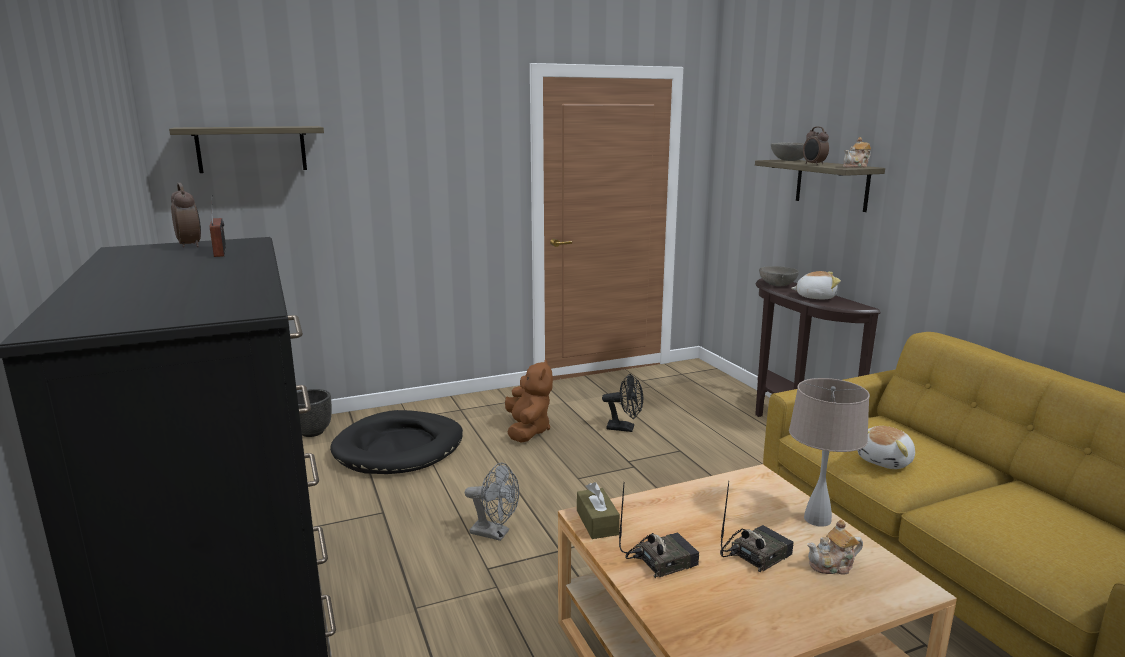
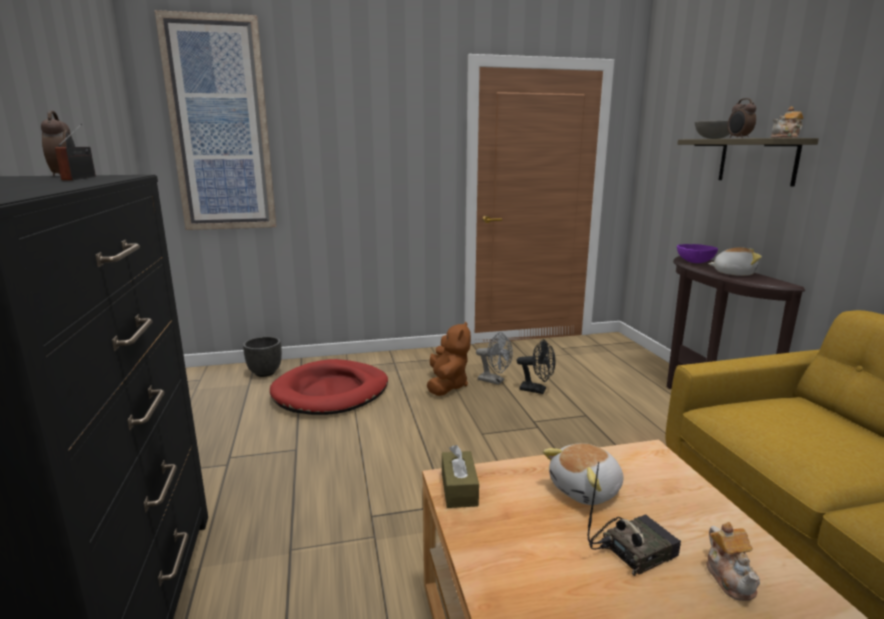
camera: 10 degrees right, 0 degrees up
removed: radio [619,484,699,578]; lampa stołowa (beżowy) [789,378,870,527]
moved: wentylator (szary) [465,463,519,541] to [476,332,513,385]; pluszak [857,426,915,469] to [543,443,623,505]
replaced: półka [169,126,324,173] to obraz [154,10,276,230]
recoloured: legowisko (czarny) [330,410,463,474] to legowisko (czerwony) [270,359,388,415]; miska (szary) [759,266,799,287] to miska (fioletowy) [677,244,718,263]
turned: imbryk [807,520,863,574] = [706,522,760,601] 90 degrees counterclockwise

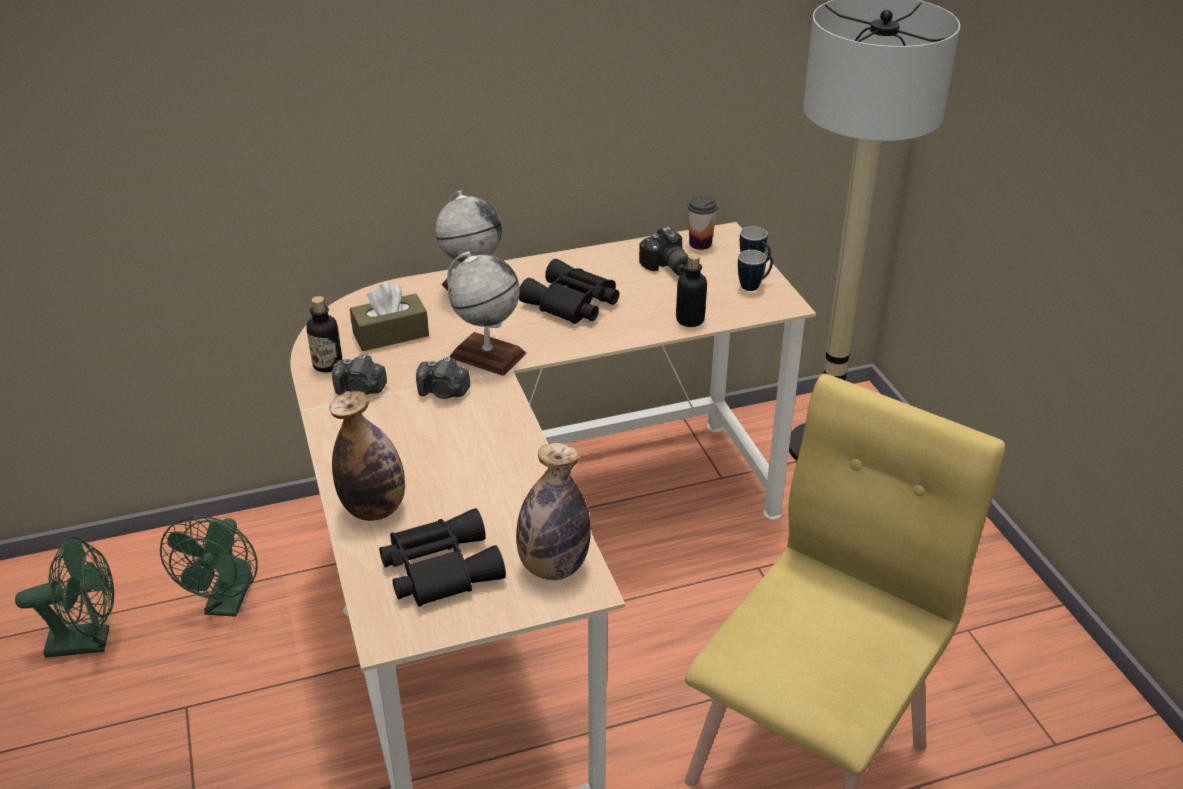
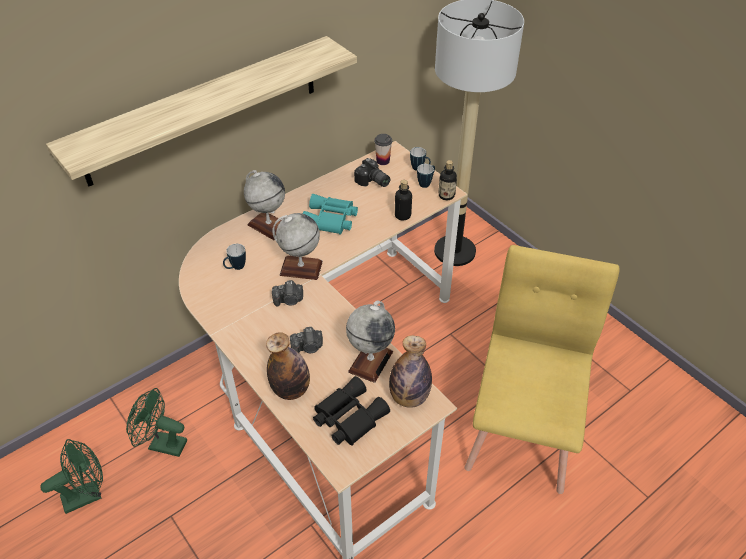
camera: 20 degrees left, 10 degrees up
added: półka [46,36,357,186]; globus [346,301,395,383]
moved: aparat fotograficzny [332,354,387,395] to [290,327,323,353]; butelka [306,296,343,373] to [438,160,457,200]
replaced: pudełko chusteczek (brązowy) [350,282,429,351] to kubek [223,244,246,270]
recoloured: lornetka (czarny) [519,259,619,324] to lornetka (turkusowy) [302,194,358,235]
turned: wentylator (zielony) [160,516,258,617] = [126,388,187,457] 120 degrees clockwise

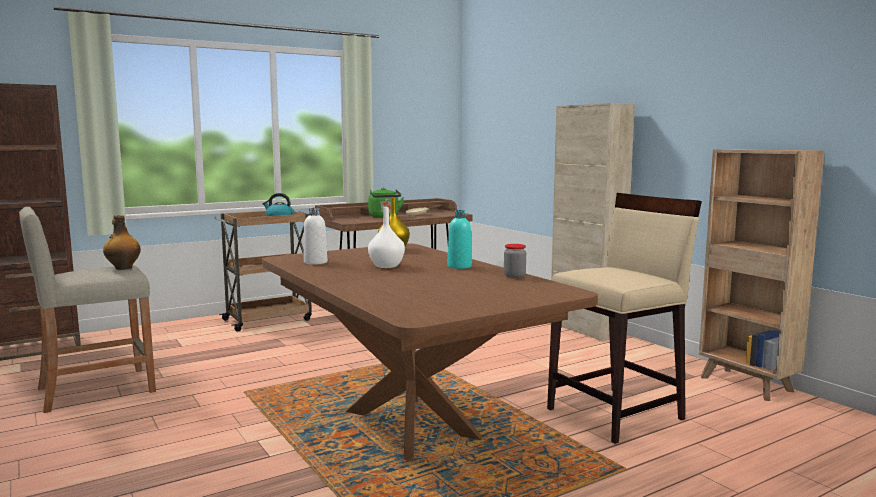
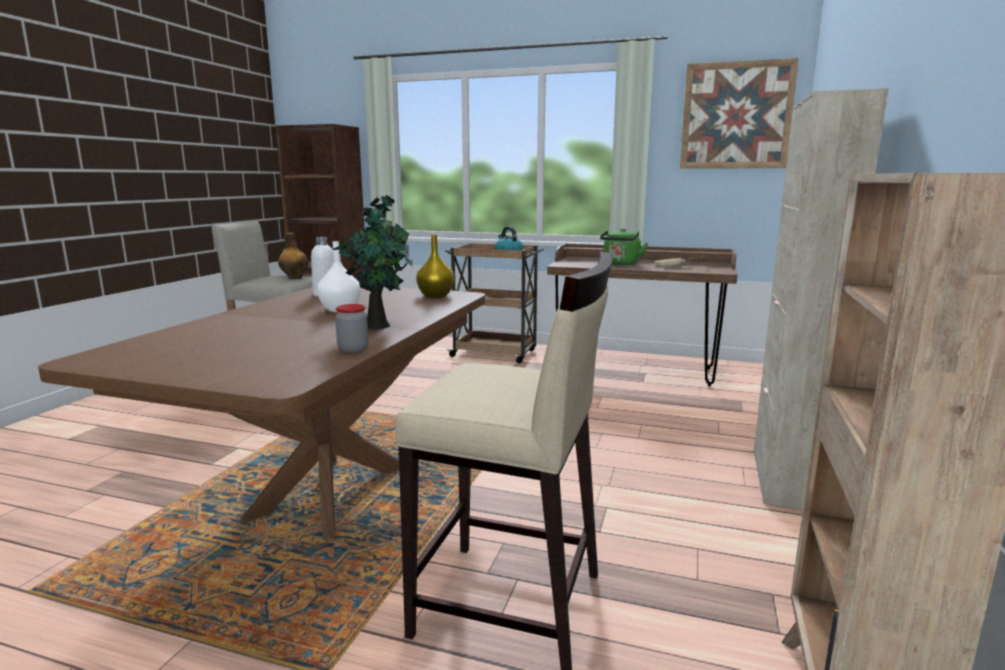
camera: 50 degrees right, 5 degrees up
added: obraz [680,58,799,169]
replaced: butelka (turkusowy) [448,210,472,269] to roślina doniczkowa [332,195,414,329]

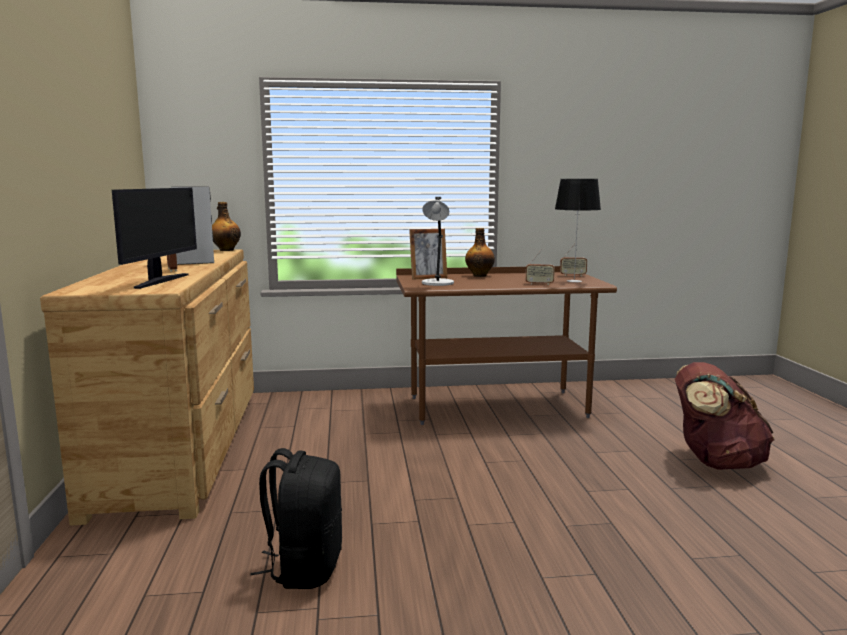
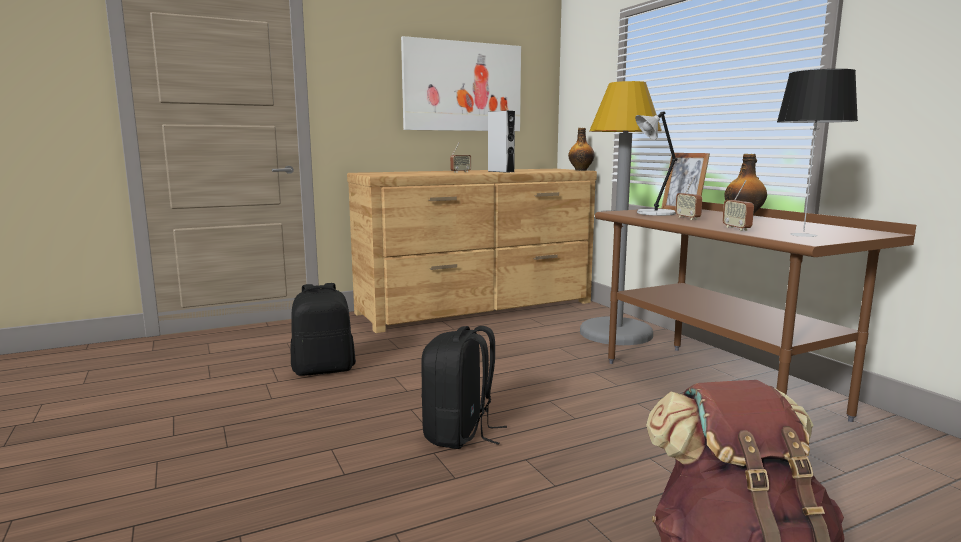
camera: 70 degrees right, 0 degrees up
removed: monitor [112,188,197,289]
added: obraz [401,36,521,131]; plecak (czarny) [421,326,507,449]; lampa stojąca (szary) [580,81,662,345]
moved: radio [560,244,587,276] to [675,176,702,220]

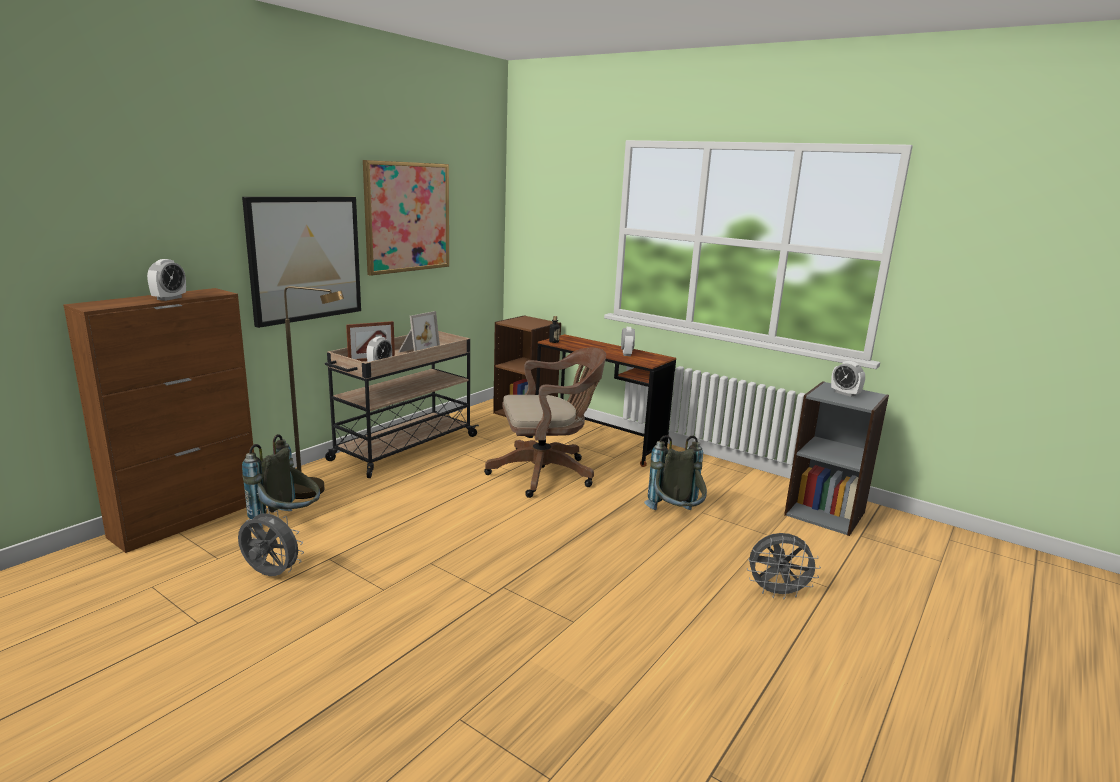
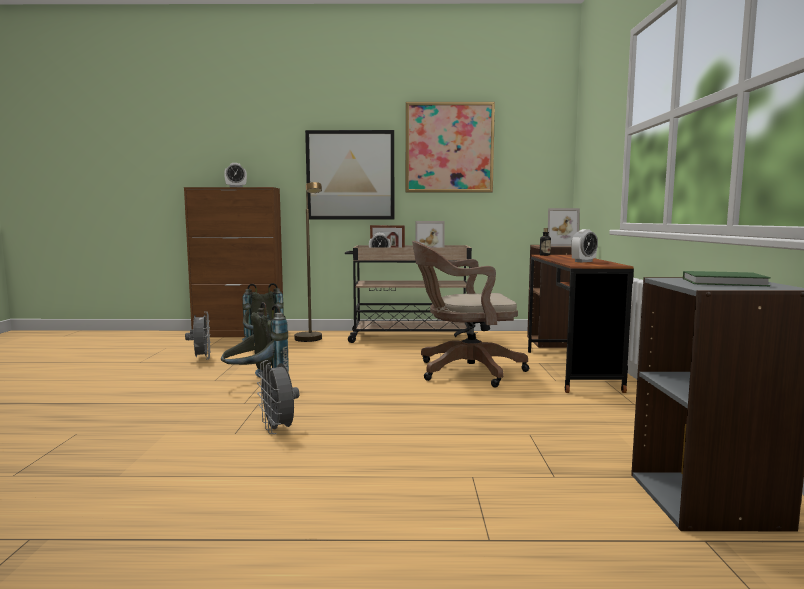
camera: 55 degrees right, 10 degrees down
added: ramka na zdjęcie [548,208,580,247]
moved: plecak (szary) [644,435,707,510] to [221,302,289,378]; wentylator (szary) [747,533,821,600] to [257,360,299,434]
replaced: budzik [831,361,865,397] to książka (zielony) [683,271,771,286]
turned: krzesło biurowe (brązowy) [484,348,606,498] = [412,241,529,388] 135 degrees clockwise

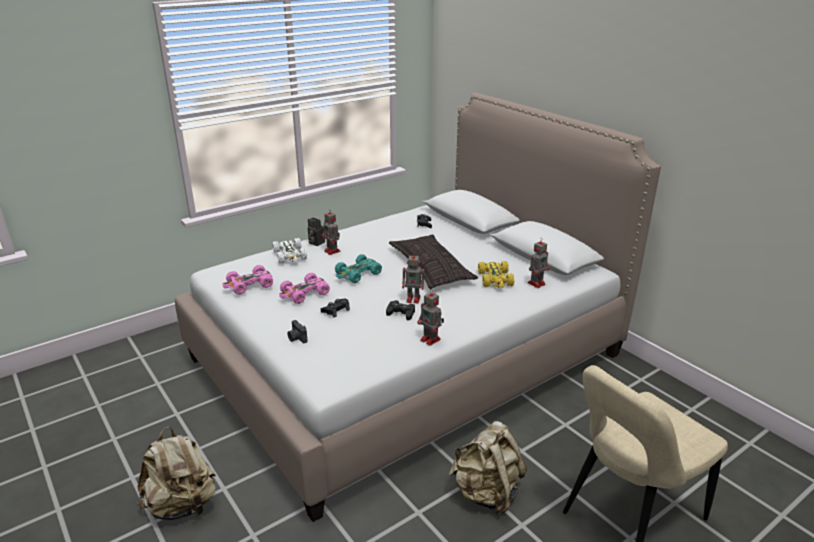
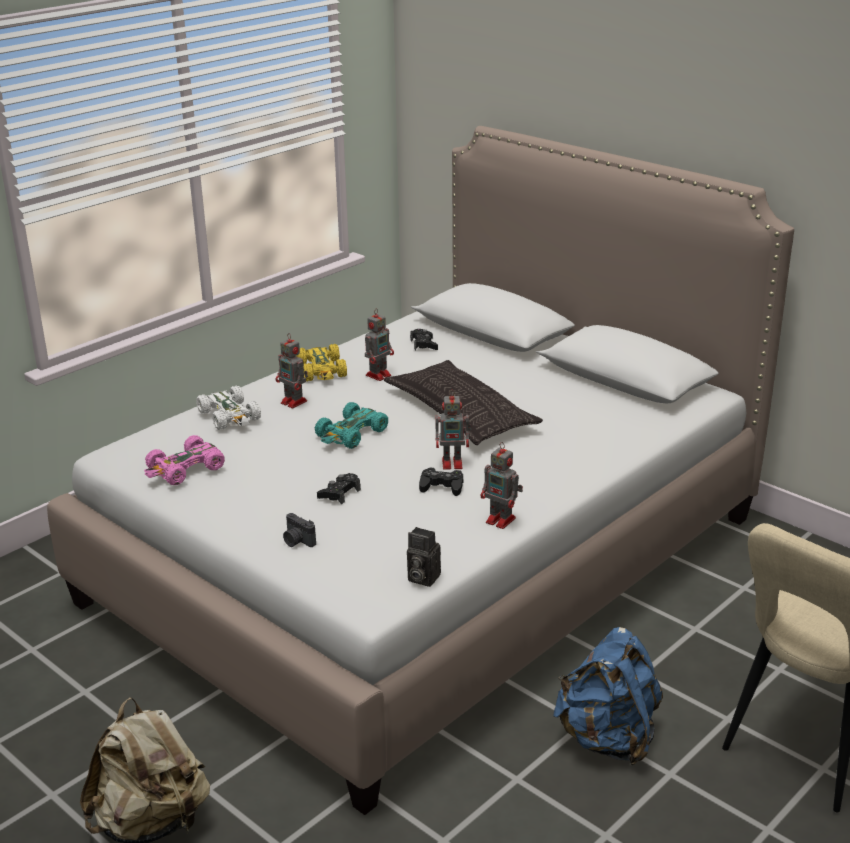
camera: 10 degrees left, 0 degrees up
removed: samochodzik (różowy) [279,273,330,304]
moved: samochodzik (żółty) [478,261,514,288] to [296,344,347,382]; robot zabawkowy [528,239,550,288] to [365,309,394,381]; aparat fotograficzny [308,218,325,246] to [407,527,441,587]
recoloured: plecak (beżowy) [449,421,527,515] to plecak (niebieski) [553,627,663,765]

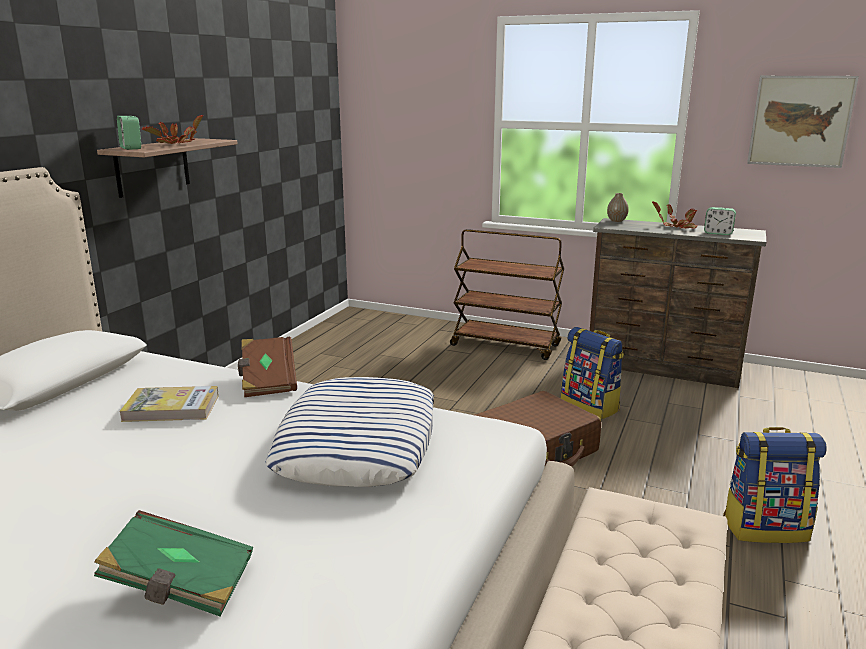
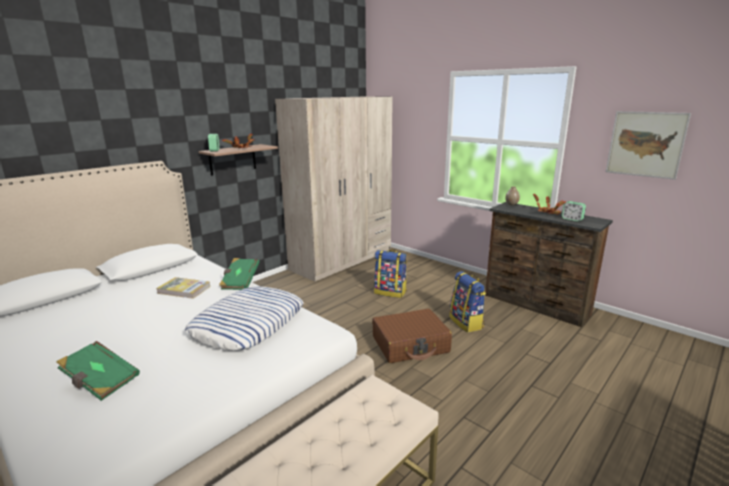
camera: 20 degrees right, 0 degrees up
removed: wózek (brązowy) [450,229,564,360]
added: szafa (beżowy) [275,96,393,282]
moved: plecak [723,427,827,543] to [374,250,407,298]
recoloured: książka (brązowy) [238,337,297,397] to książka (zielony) [219,258,260,290]

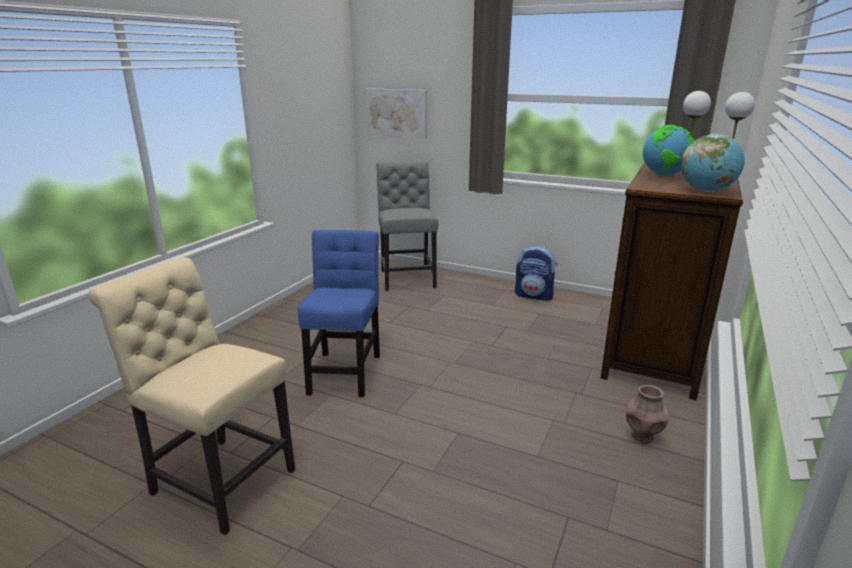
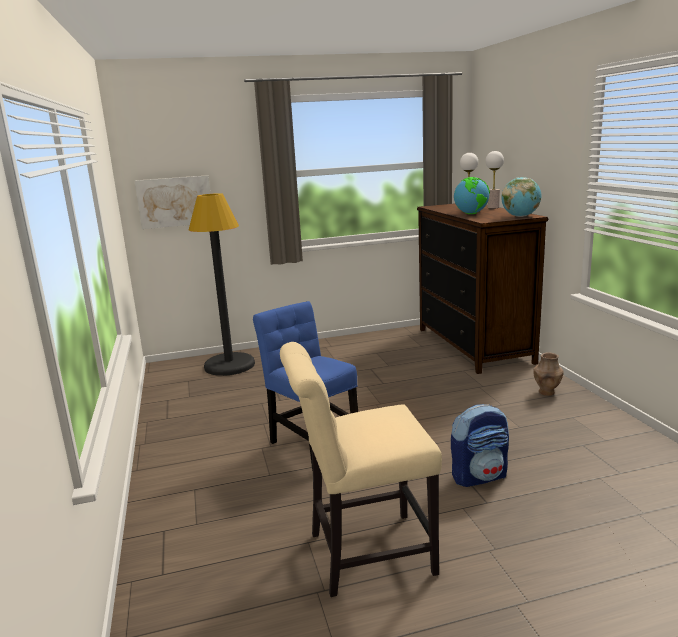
camera: 40 degrees left, 5 degrees down
moved: plecak [515,246,558,301] to [451,404,509,487]
replaced: krzesło (szary) [376,160,438,291] to lampa stojąca (czarny) [189,193,255,376]

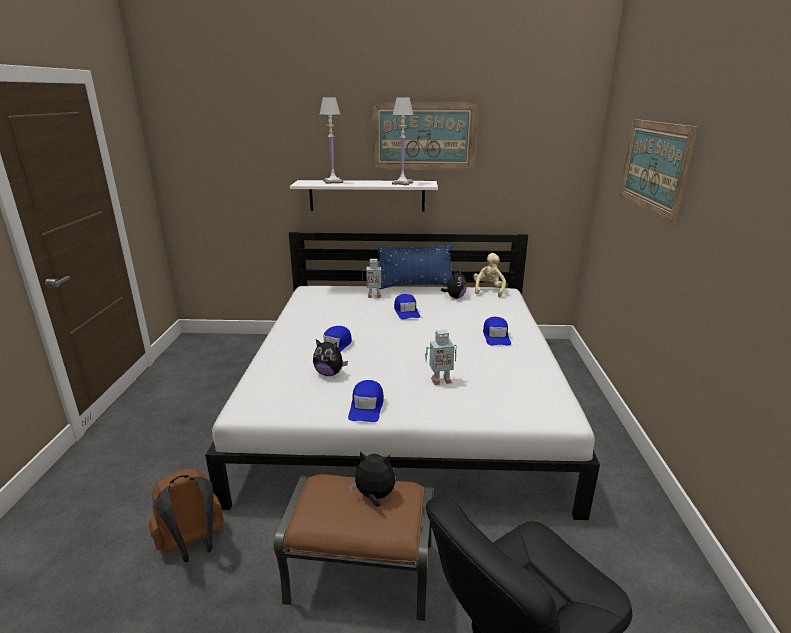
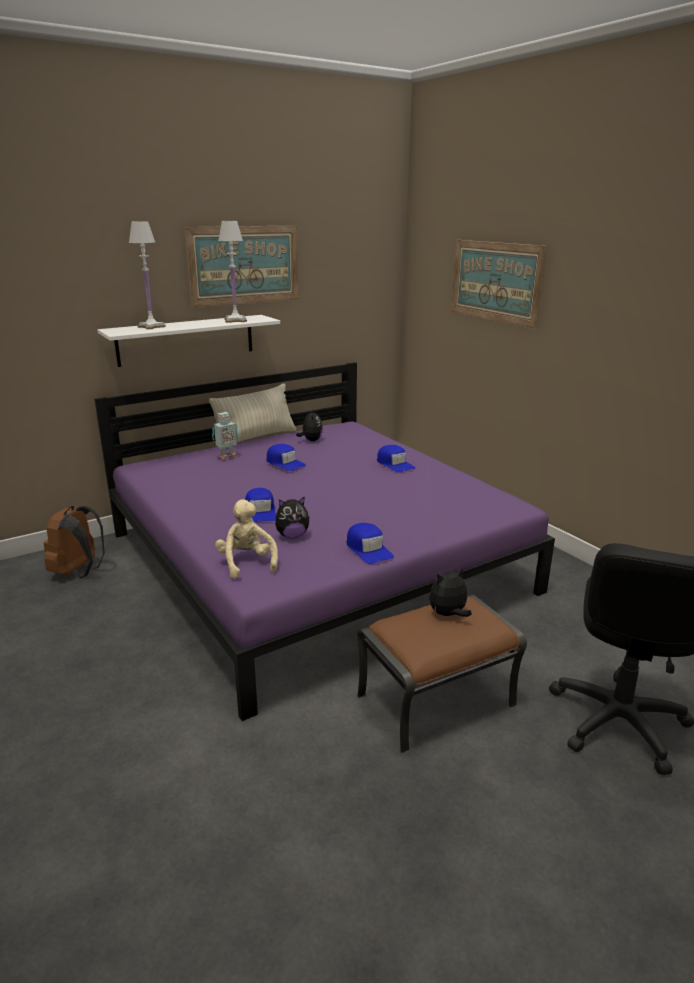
camera: 35 degrees left, 0 degrees up
removed: robot zabawkowy [425,330,457,385]
moved: plecak (brązowy) [149,468,224,562] to [43,506,105,578]; pluszak (beżowy) [473,253,506,297] to [215,499,278,579]
recoloured: łóżko (biały) [205,232,600,520] to łóżko (fioletowy) [94,362,555,721]; poduszka (niebieski) [377,244,453,289] to poduszka (beżowy) [209,383,296,449]

